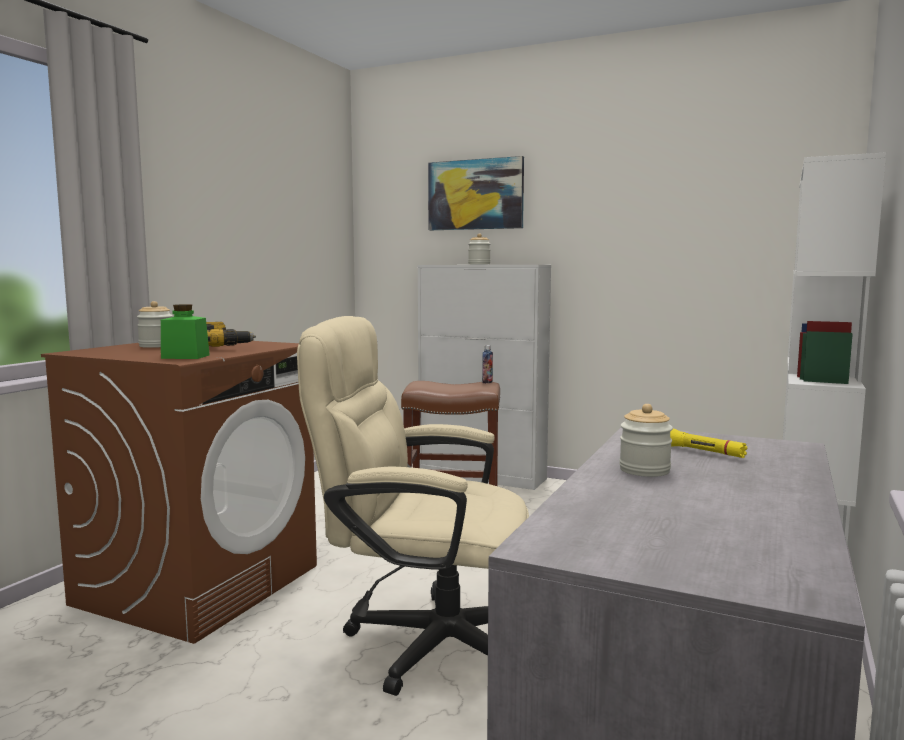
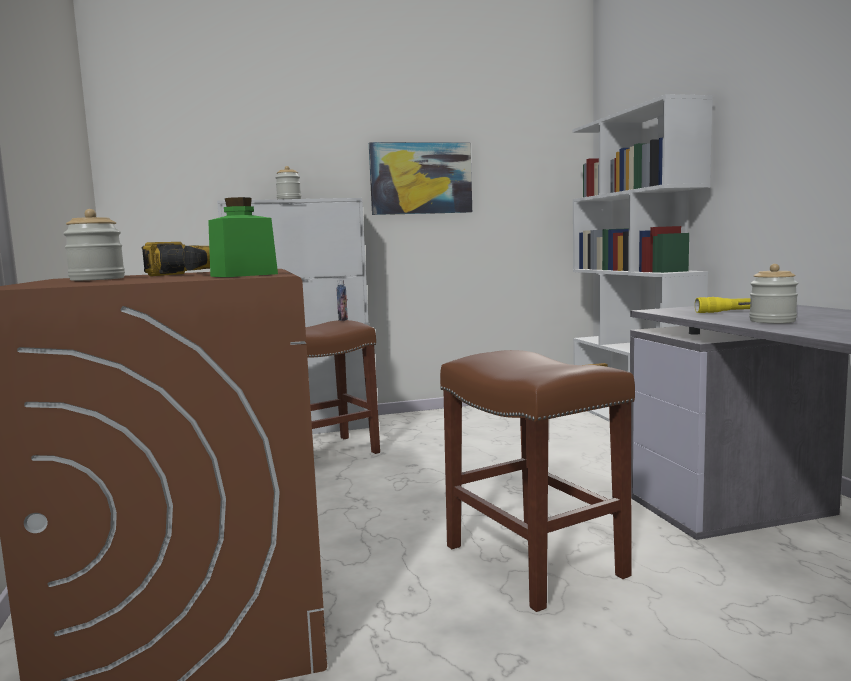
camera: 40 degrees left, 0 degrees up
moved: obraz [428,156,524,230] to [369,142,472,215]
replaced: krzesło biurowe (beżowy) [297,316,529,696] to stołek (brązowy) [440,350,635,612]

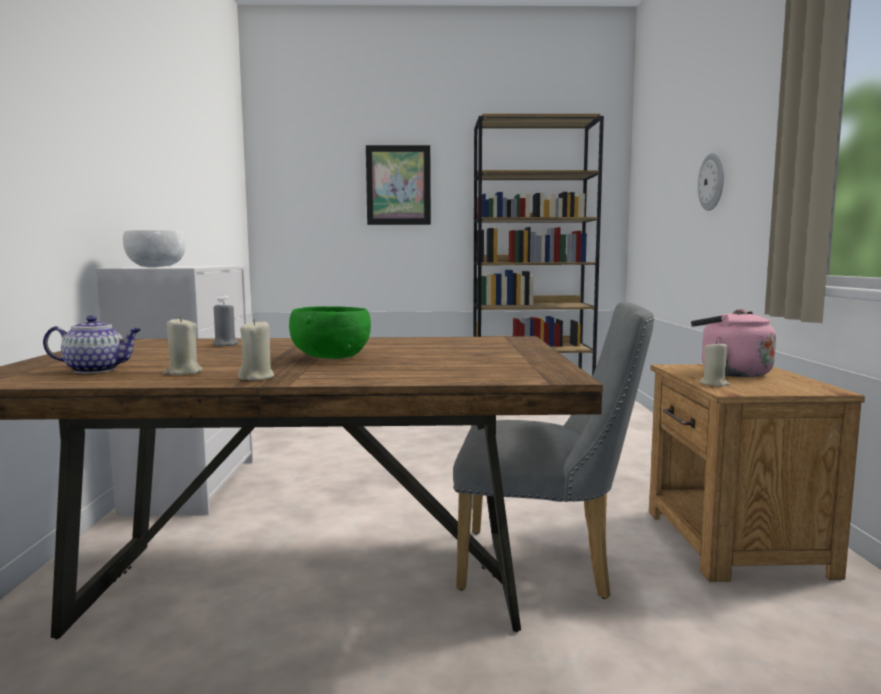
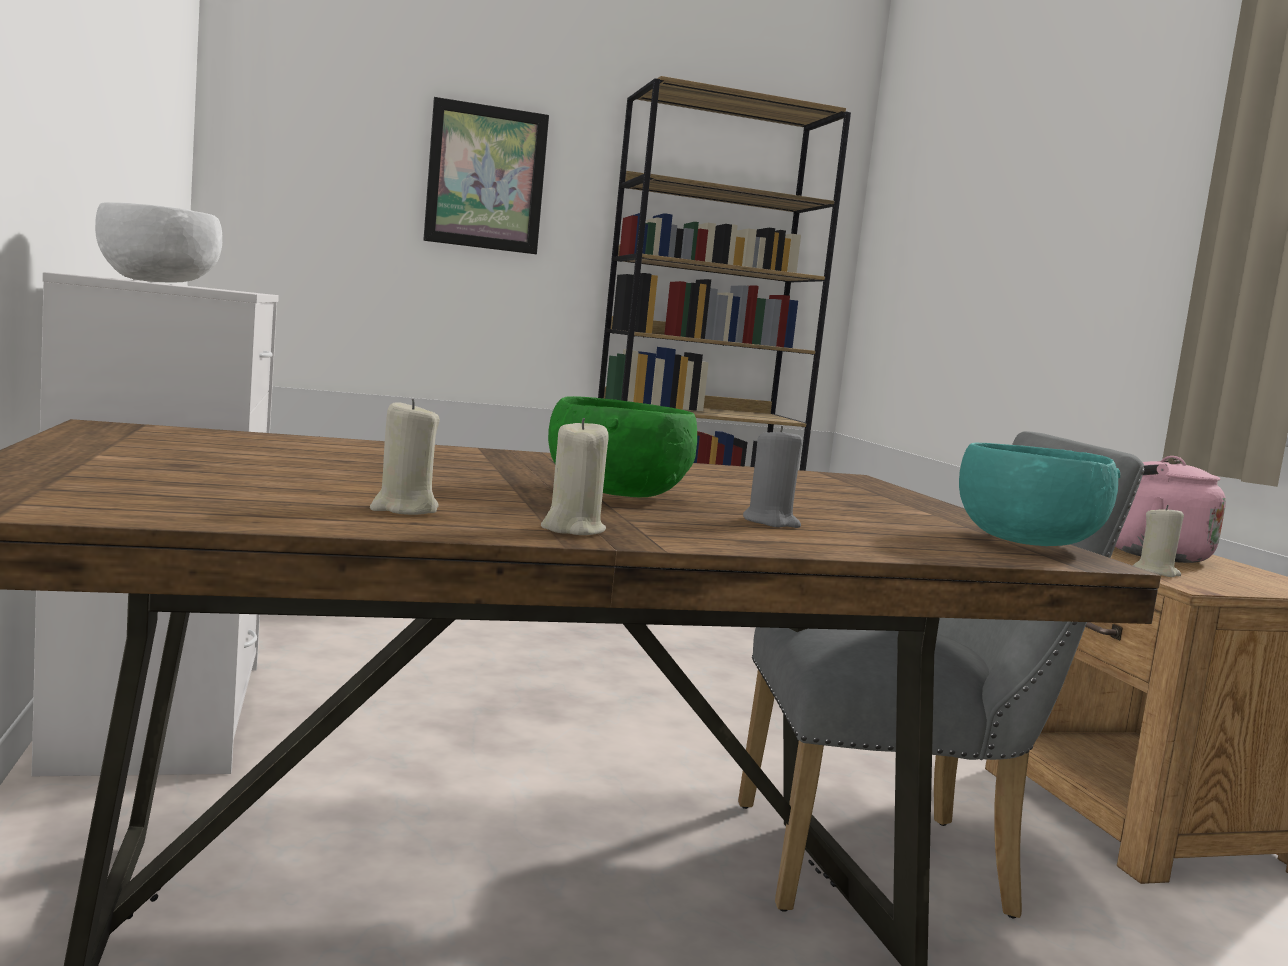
camera: 15 degrees left, 0 degrees up
removed: imbryk [43,316,141,373]; zegar ścienny [698,153,724,211]
added: miska (turkusowy) [959,443,1120,546]
moved: świeca (szary) [213,302,239,346] to [743,426,803,528]

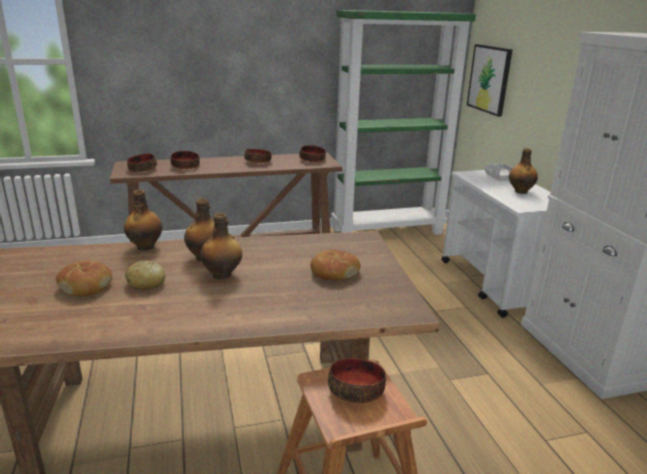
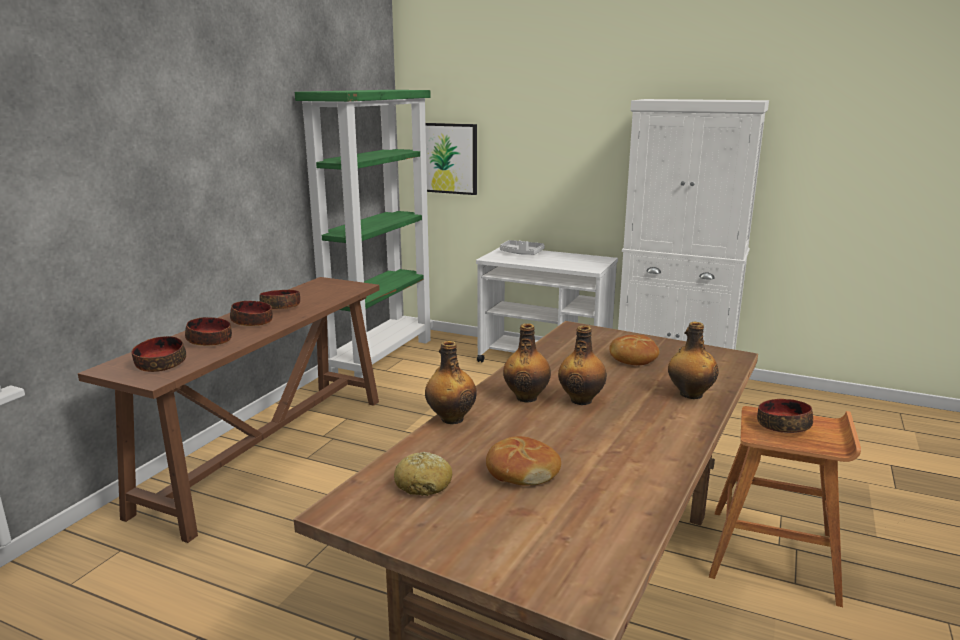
camera: 50 degrees left, 5 degrees down
moved: miska [299,145,326,162] to [230,301,273,326]; chleb [125,261,165,290] to [394,452,452,496]; butelka [509,148,538,194] to [668,322,719,399]

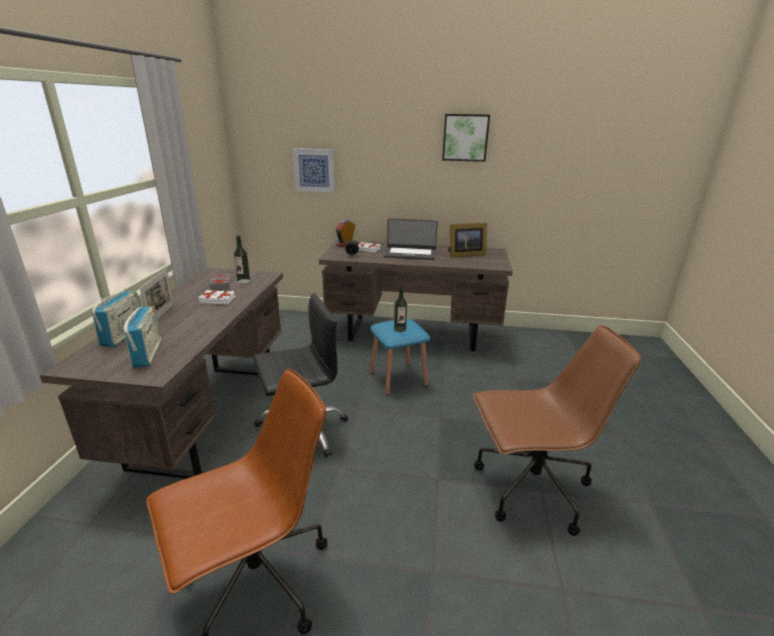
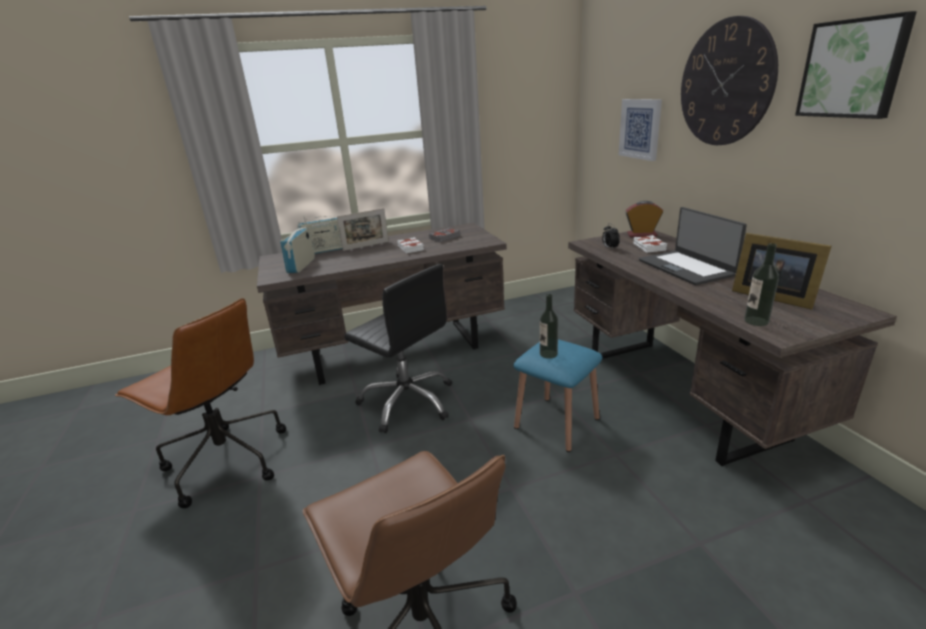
camera: 65 degrees right, 0 degrees up
added: zegar ścienny [681,16,778,145]
moved: butelka [234,235,250,284] to [744,243,779,326]
turned: radio [124,306,162,368] = [280,222,315,273] 135 degrees clockwise

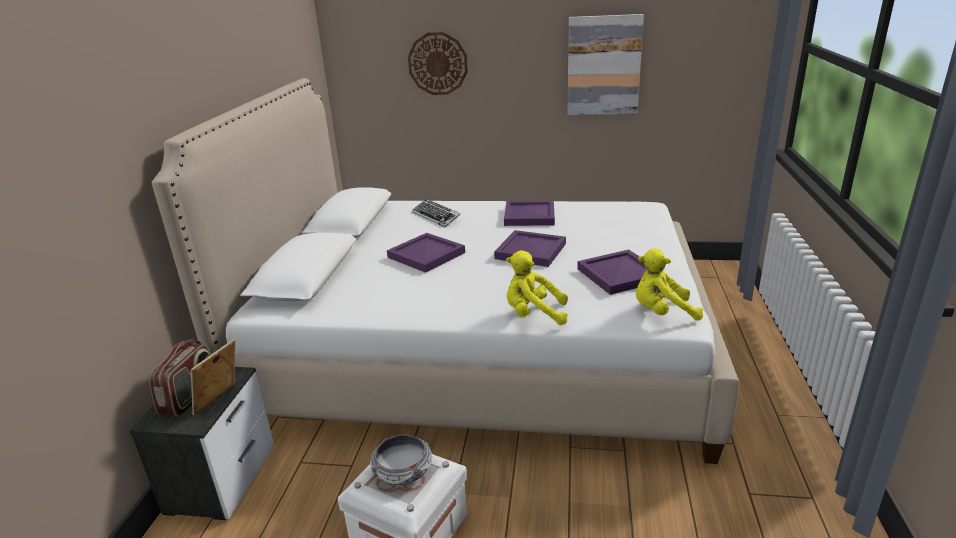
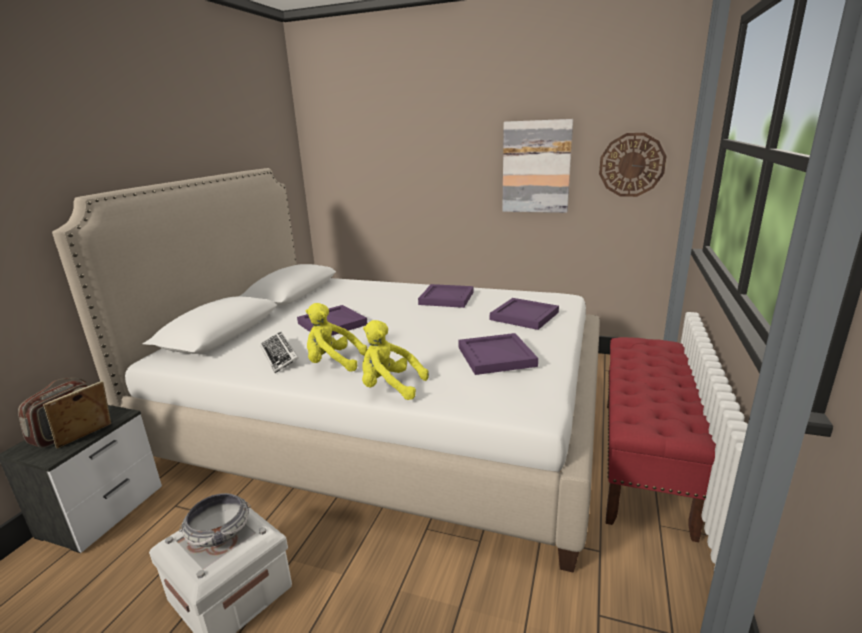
camera: 10 degrees right, 5 degrees down
added: ławka (czerwony) [606,337,716,542]
moved: klawiatura [412,199,461,227] to [260,332,299,373]; pluszak (żółty) [636,248,703,321] to [306,303,367,372]; taca (fioletowy) [494,230,566,267] to [490,298,559,330]; zegar ścienny [408,32,468,95] to [599,133,667,197]

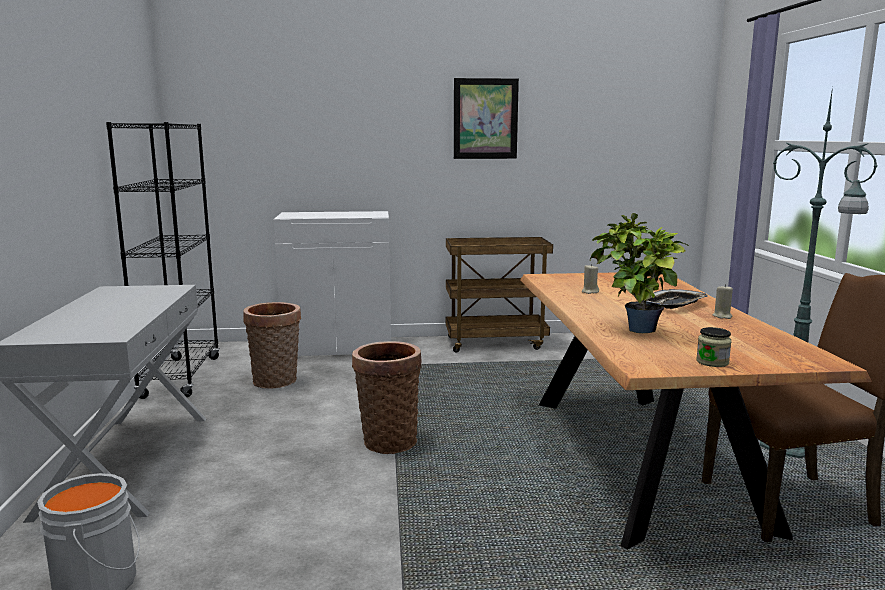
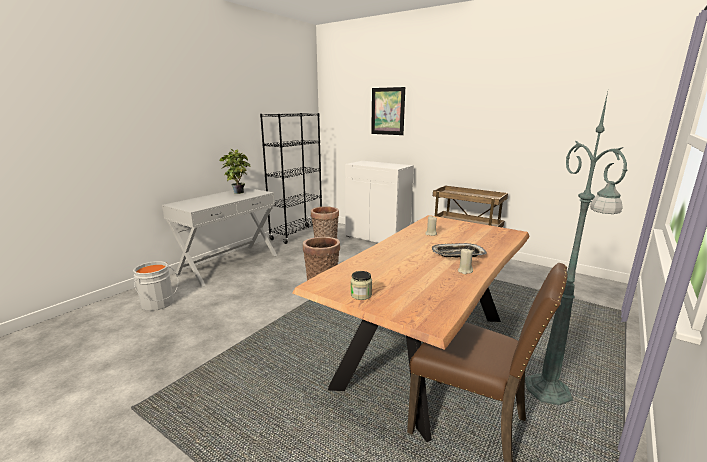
camera: 40 degrees right, 5 degrees up
moved: roślina doniczkowa [590,213,687,333] to [219,149,250,194]; obraz [454,78,519,159] to [371,87,405,135]

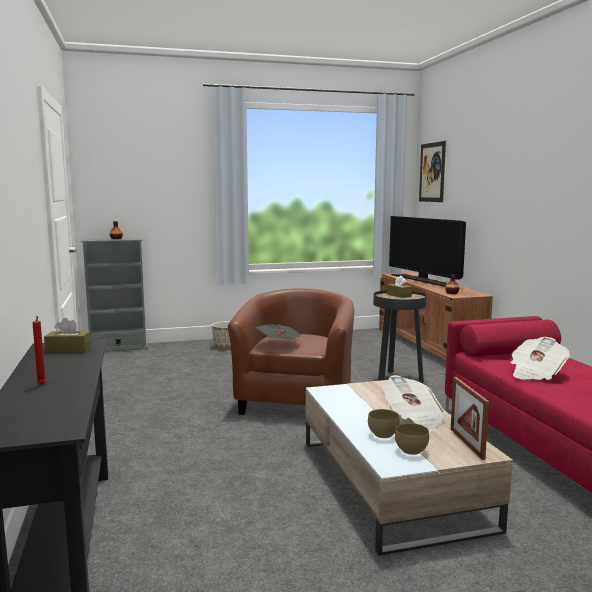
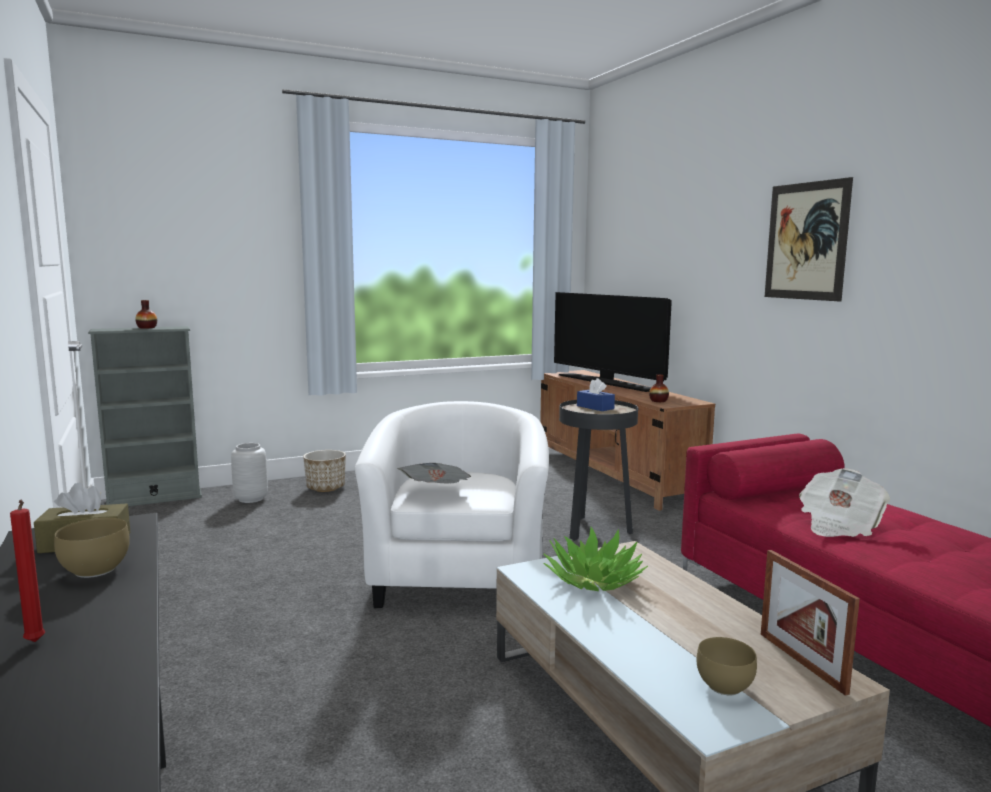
camera: 10 degrees left, 0 degrees up
removed: gazeta [383,375,447,432]
added: wazon (szary) [231,443,268,503]; roślina doniczkowa [543,527,648,591]
moved: miska (brązowy) [368,409,400,438] to [54,518,130,578]; obraz [419,141,446,202] to [765,177,853,301]
recoloured: fotel (brązowy) [228,288,354,415] to fotel (biały) [355,401,549,608]; pudełko chusteczek (brązowy) [387,275,412,298] to pudełko chusteczek (niebieski) [577,378,615,411]

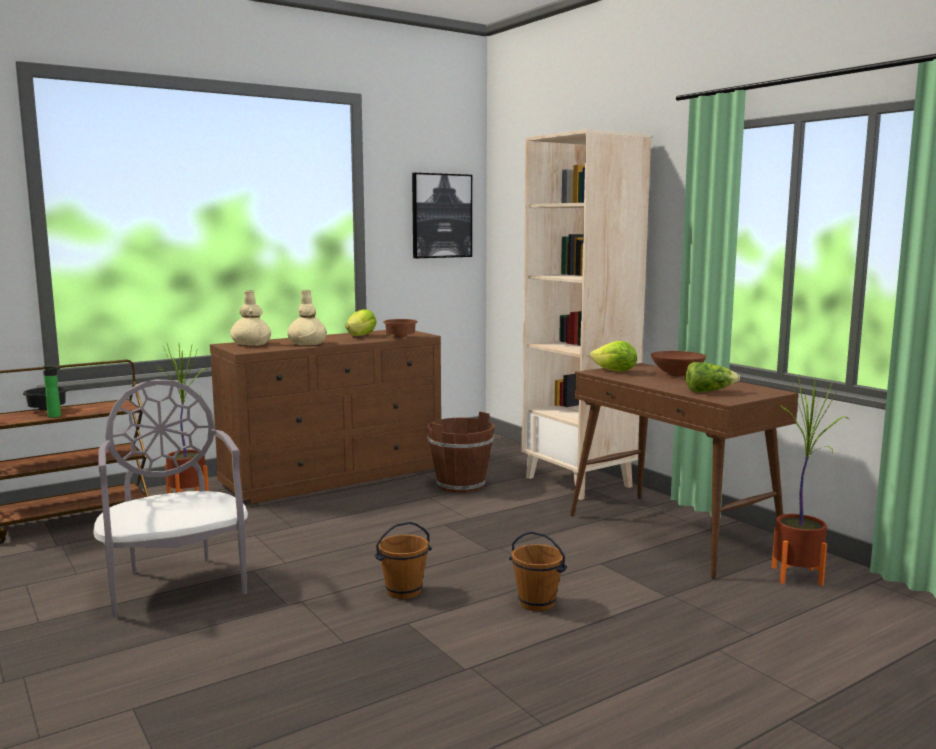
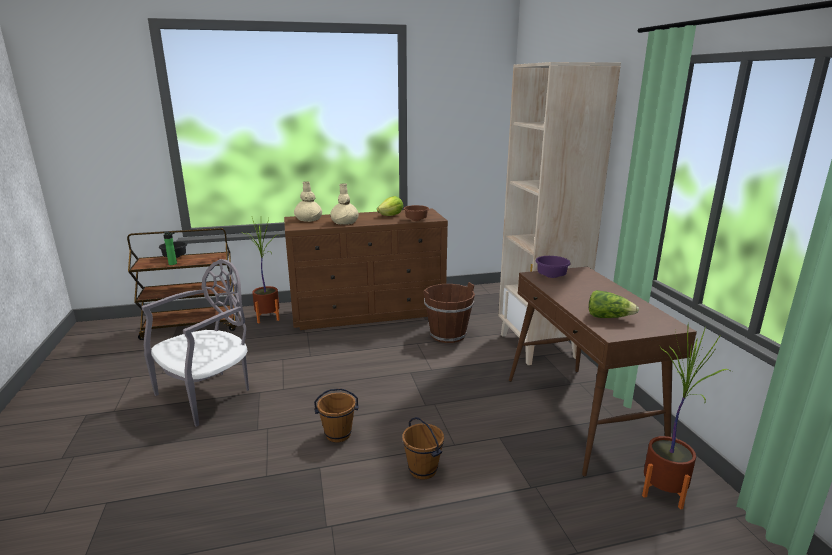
camera: 20 degrees right, 10 degrees up
removed: obraz [412,173,472,258]; miska (brązowy) [651,351,706,376]
replaced: sałata [590,341,637,371] to miska (fioletowy) [535,256,571,278]
turned: krzesło (szary) [93,379,248,619] = [141,259,249,427] 45 degrees clockwise

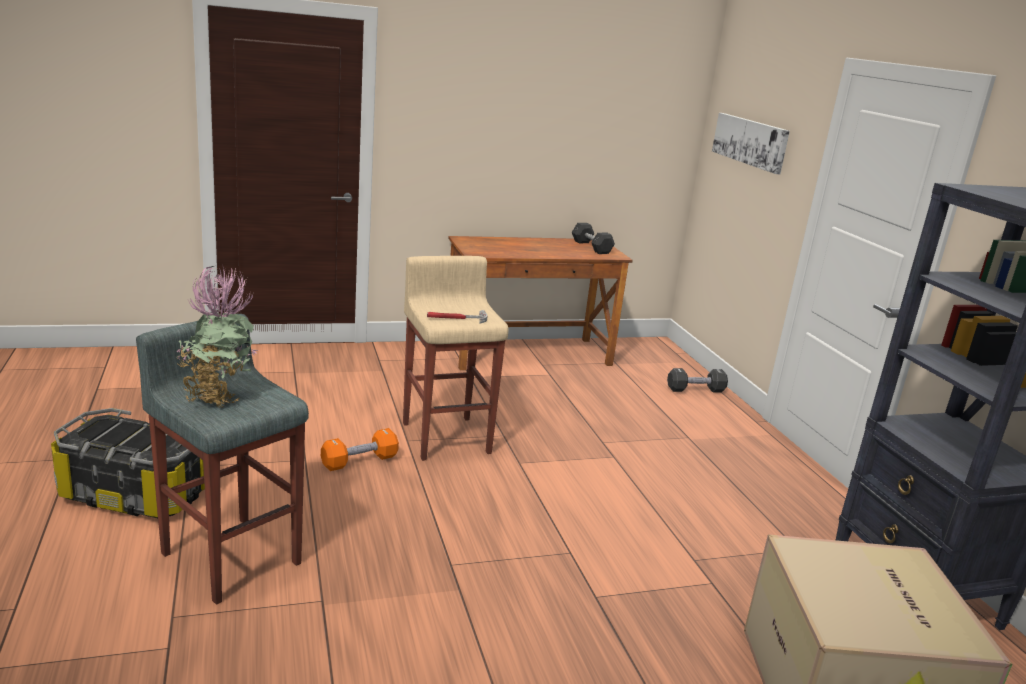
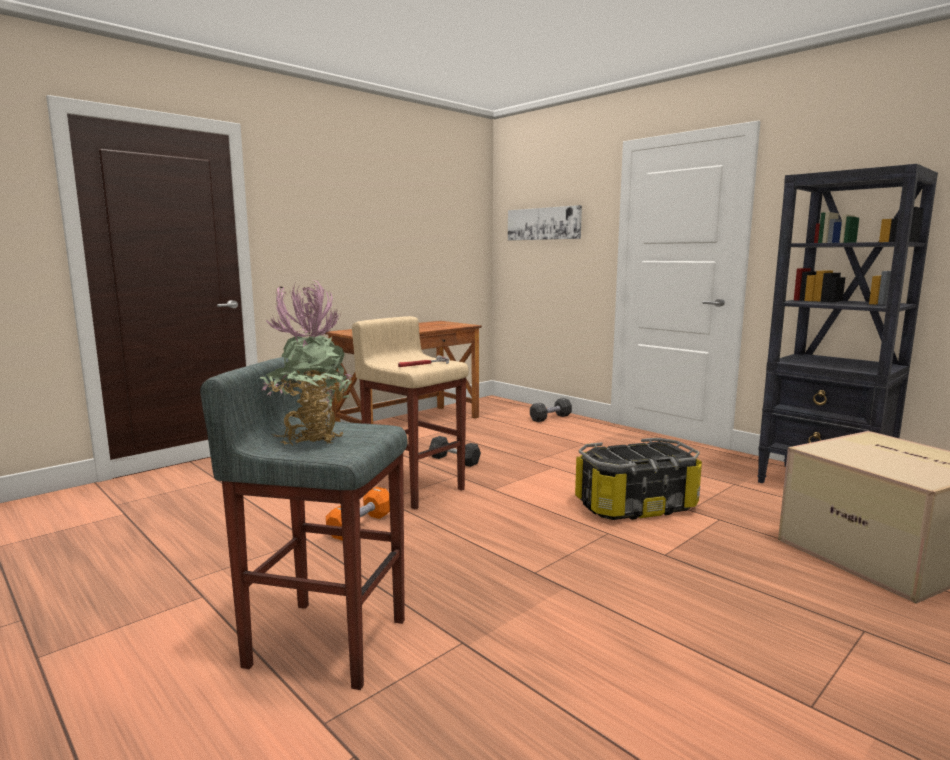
camera: 25 degrees left, 10 degrees down
moved: hantel (szary) [572,223,615,254] to [429,436,481,467]; pojemnik do przechowywania [51,408,205,518] to [575,438,702,520]

